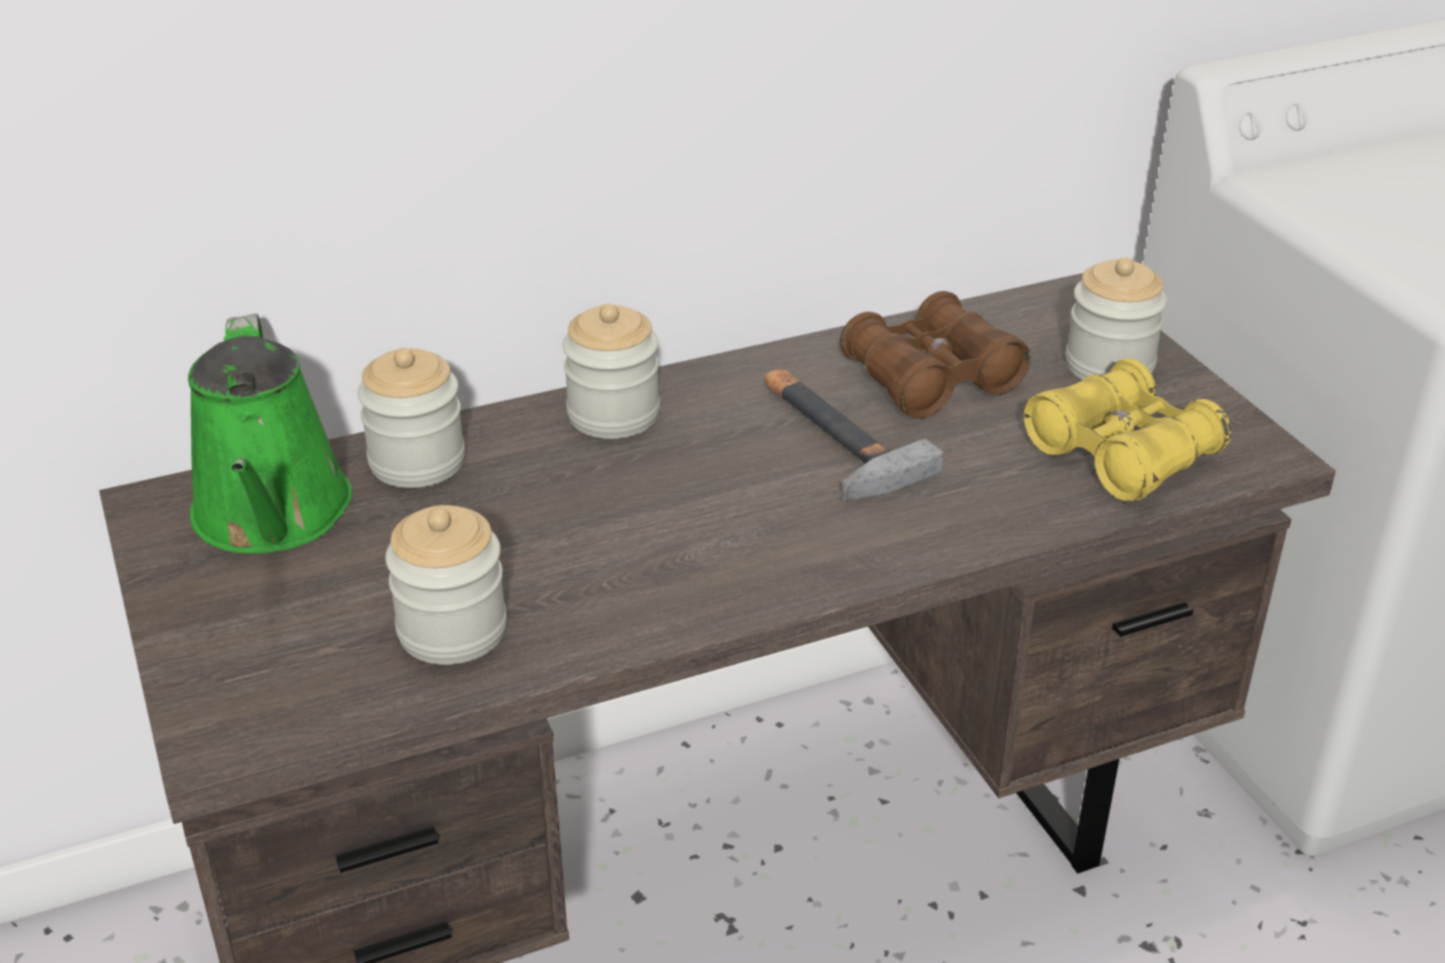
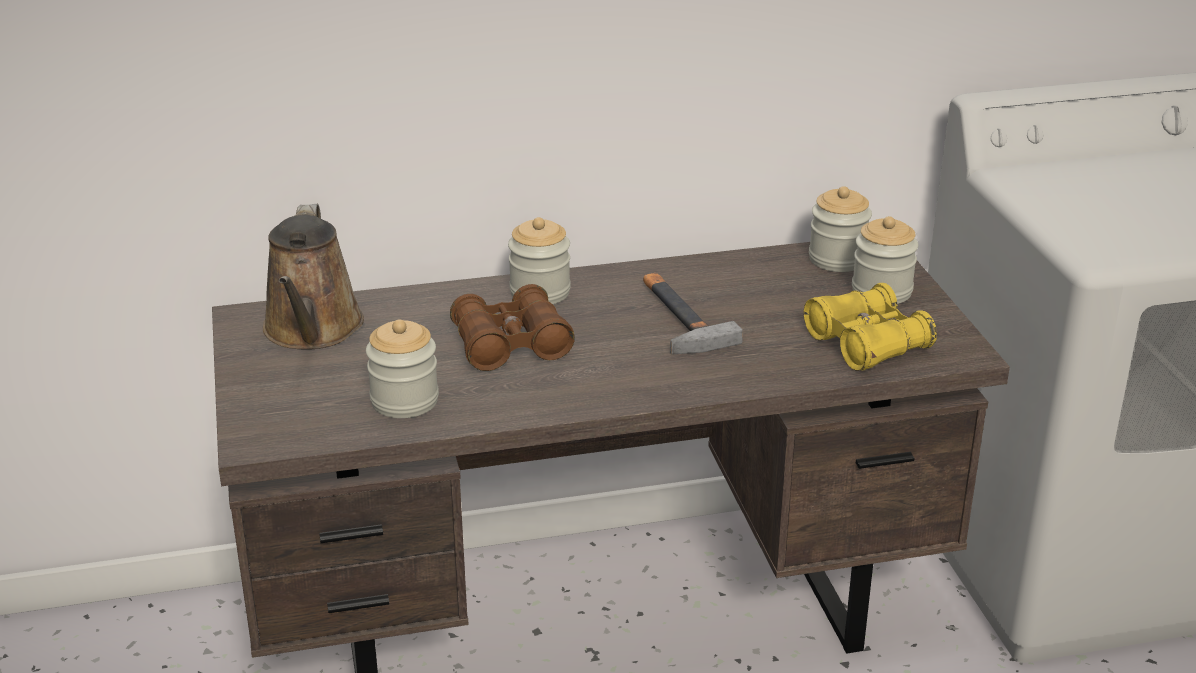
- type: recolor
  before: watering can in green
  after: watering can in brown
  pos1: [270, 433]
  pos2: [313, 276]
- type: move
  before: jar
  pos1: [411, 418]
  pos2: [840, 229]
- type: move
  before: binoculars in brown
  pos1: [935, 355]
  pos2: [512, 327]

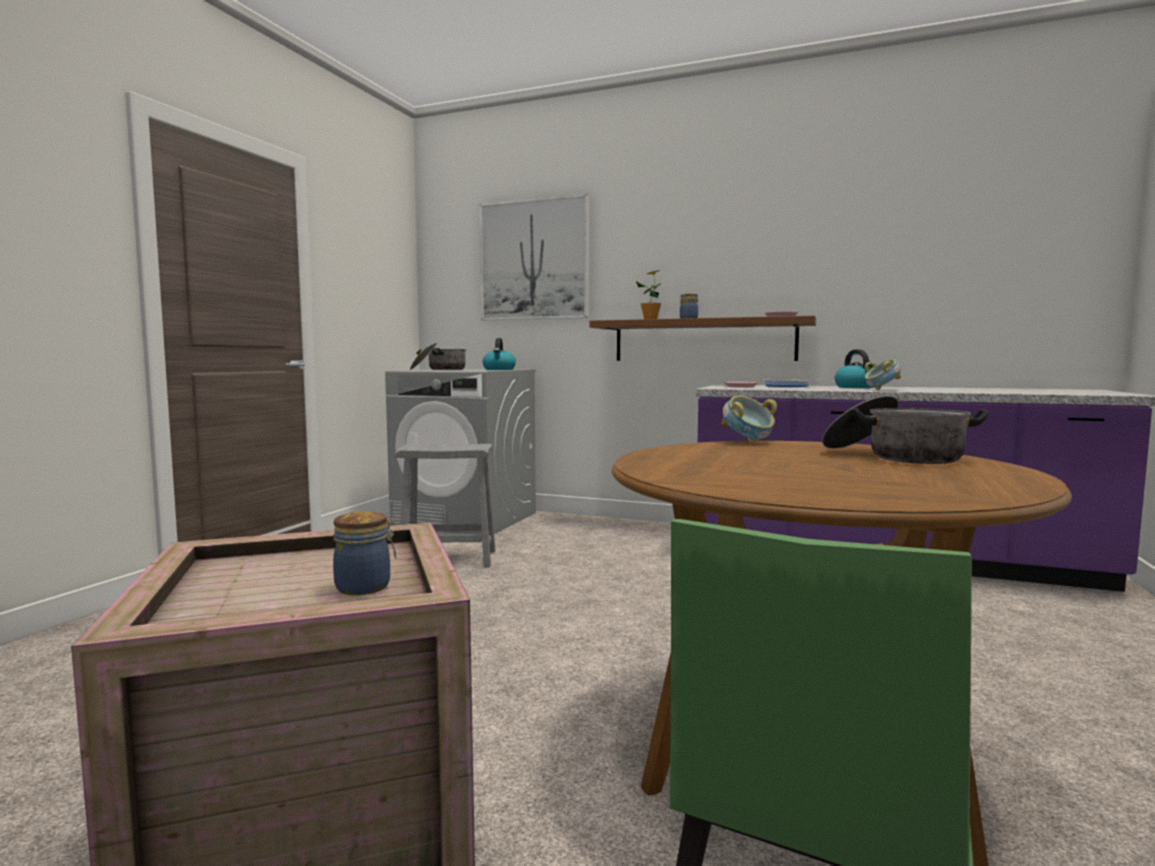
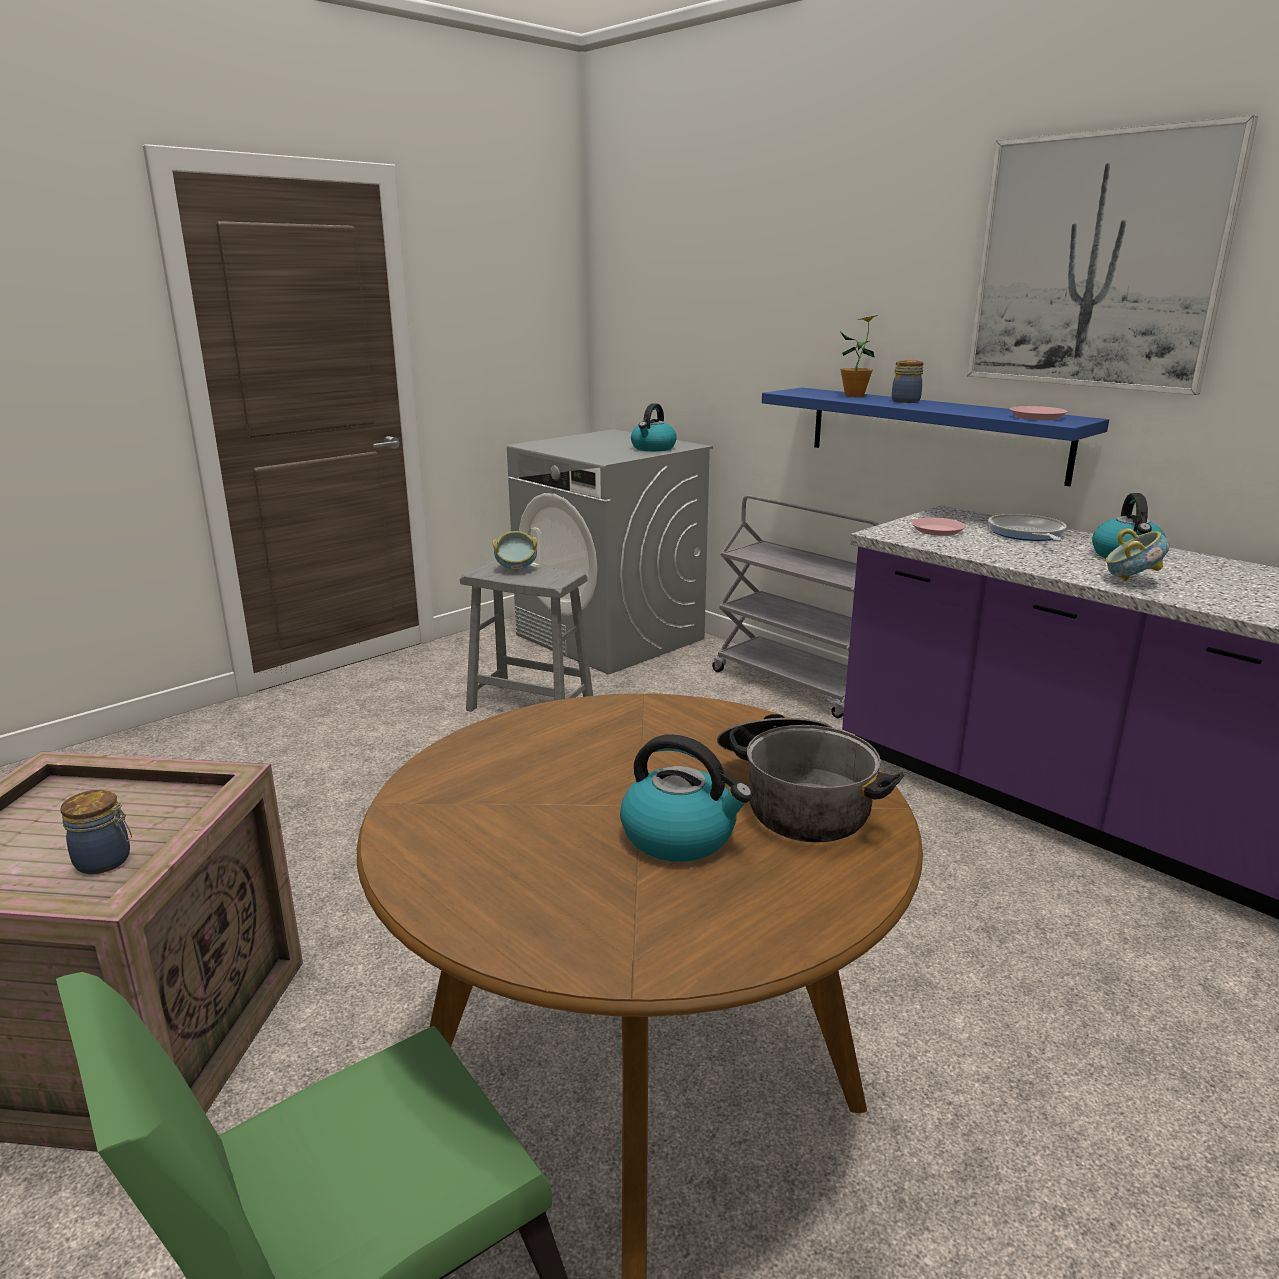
- type: delete
  before: cooking pot
  pos1: [438, 356]
- type: move
  before: picture
  pos1: [534, 257]
  pos2: [1112, 255]
- type: recolor
  before: shelf in brown
  after: shelf in blue
  pos1: [703, 338]
  pos2: [935, 437]
- type: move
  before: bowl
  pos1: [749, 419]
  pos2: [515, 551]
- type: insert
  after: kettle
  pos2: [686, 798]
- type: insert
  after: cart in grey
  pos2: [795, 606]

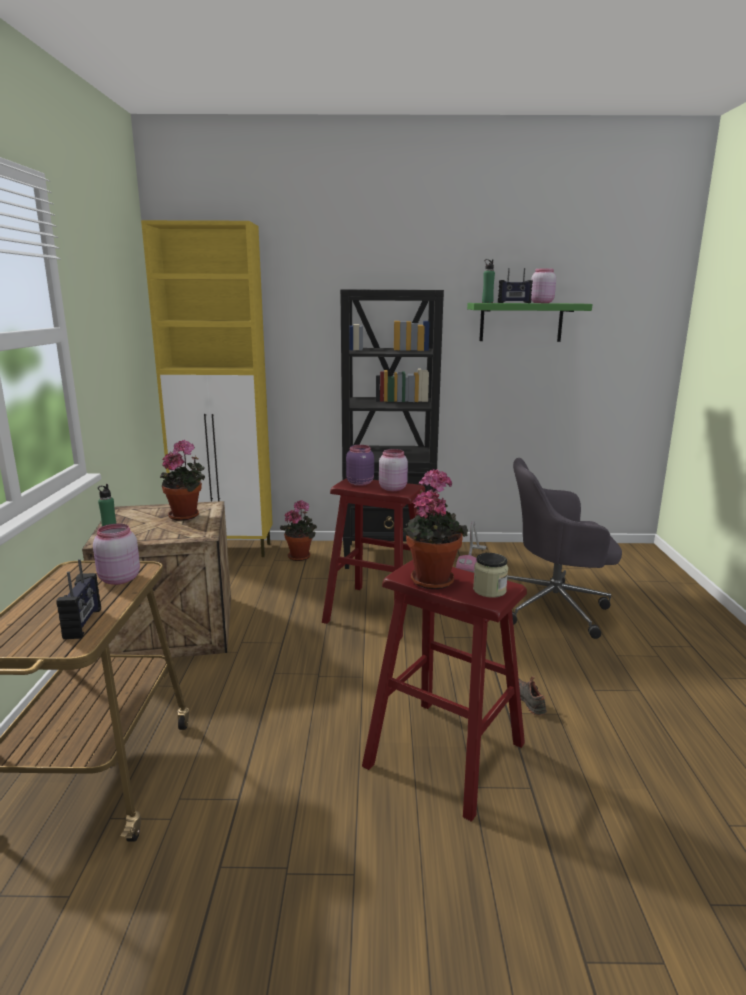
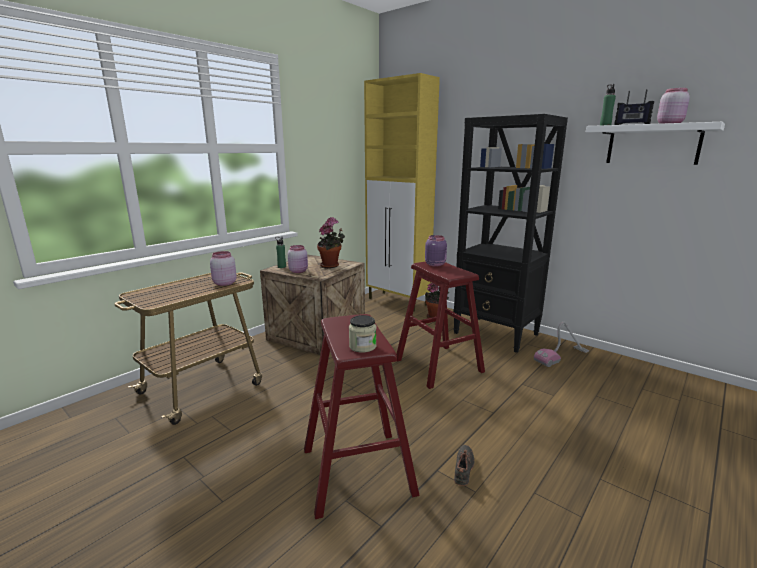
- type: delete
  before: radio
  pos1: [79, 599]
- type: move
  before: jar in pink
  pos1: [393, 470]
  pos2: [298, 259]
- type: delete
  before: potted plant
  pos1: [435, 528]
- type: recolor
  before: shelf in green
  after: shelf in white
  pos1: [529, 322]
  pos2: [655, 143]
- type: delete
  before: office chair in grey
  pos1: [564, 548]

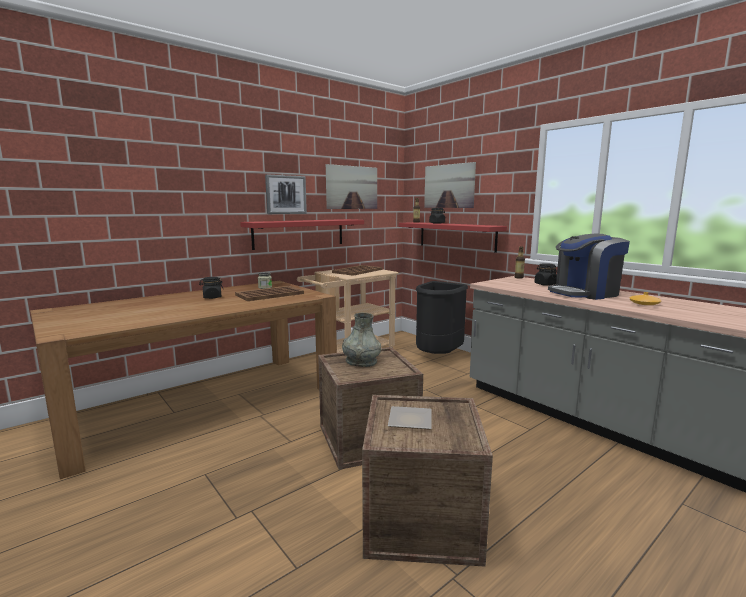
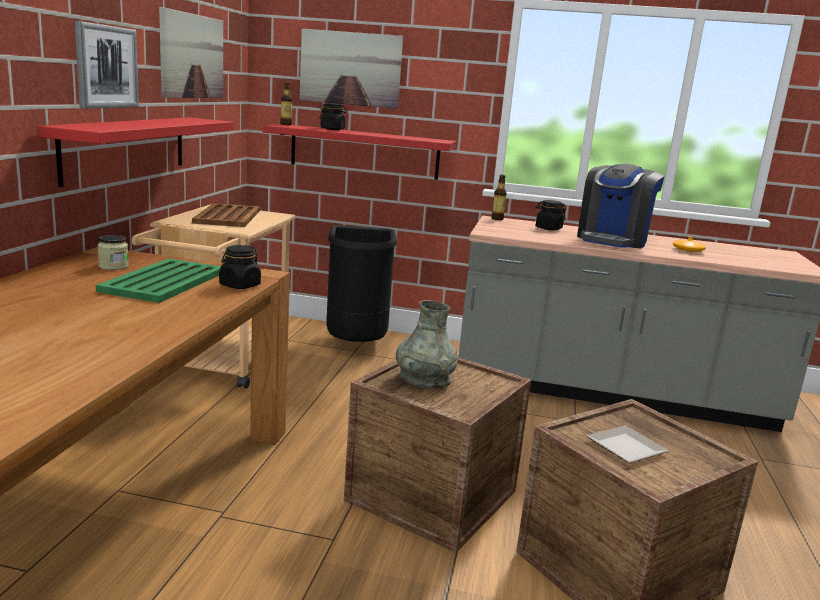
- type: move
  before: jar in black
  pos1: [211, 288]
  pos2: [240, 267]
- type: recolor
  before: tray in brown
  after: tray in green
  pos1: [269, 293]
  pos2: [158, 280]

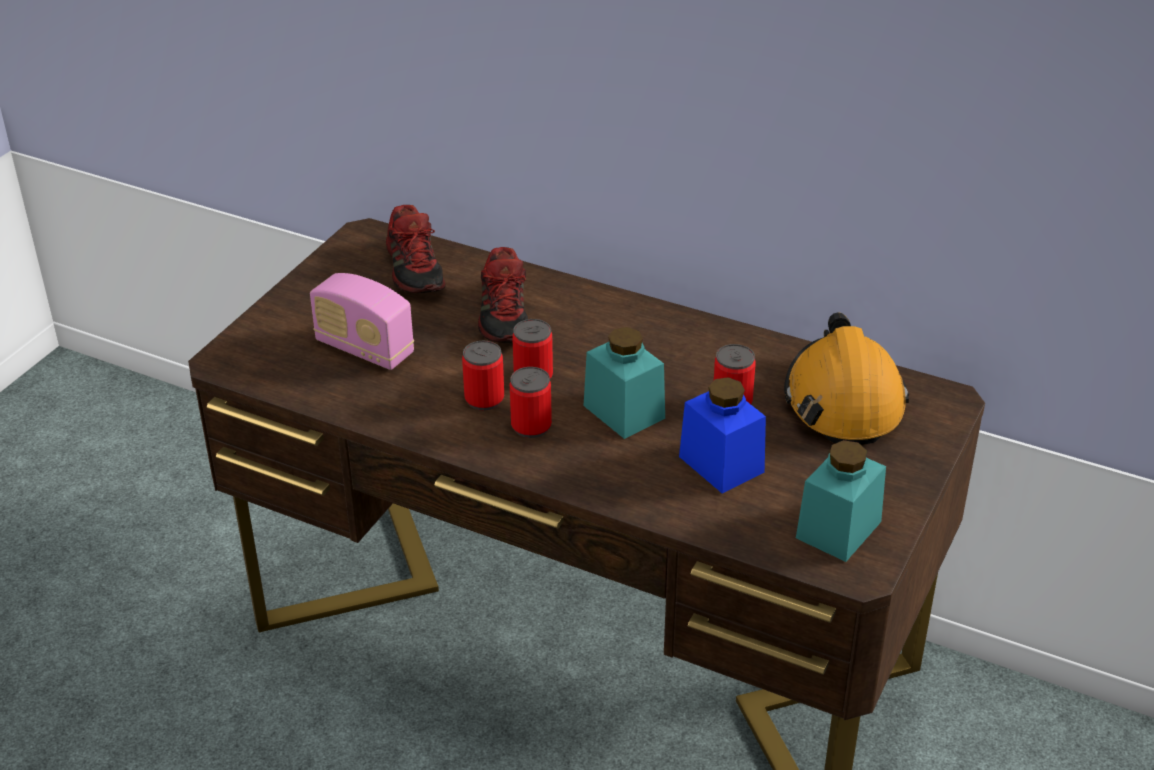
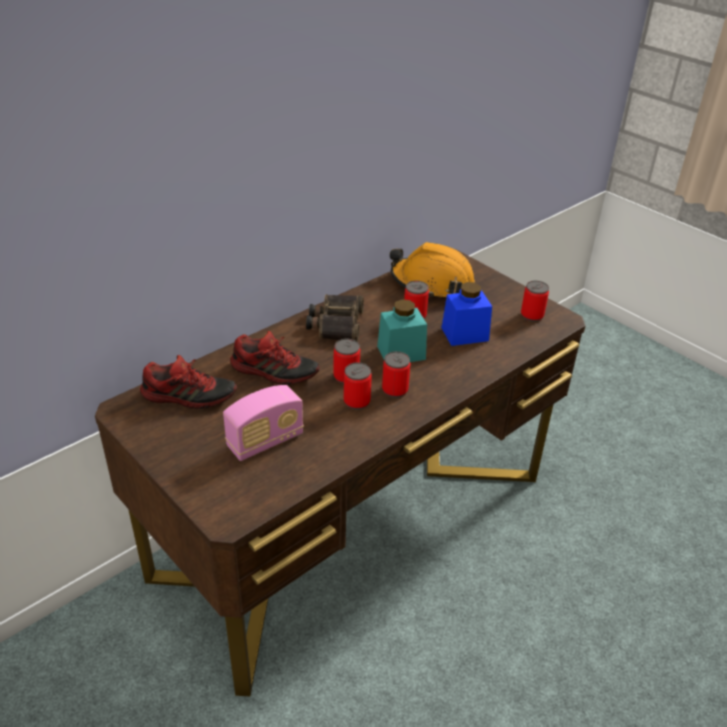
- type: replace
  before: jar in turquoise
  after: can
  pos1: [841, 501]
  pos2: [535, 301]
- type: insert
  after: binoculars
  pos2: [335, 318]

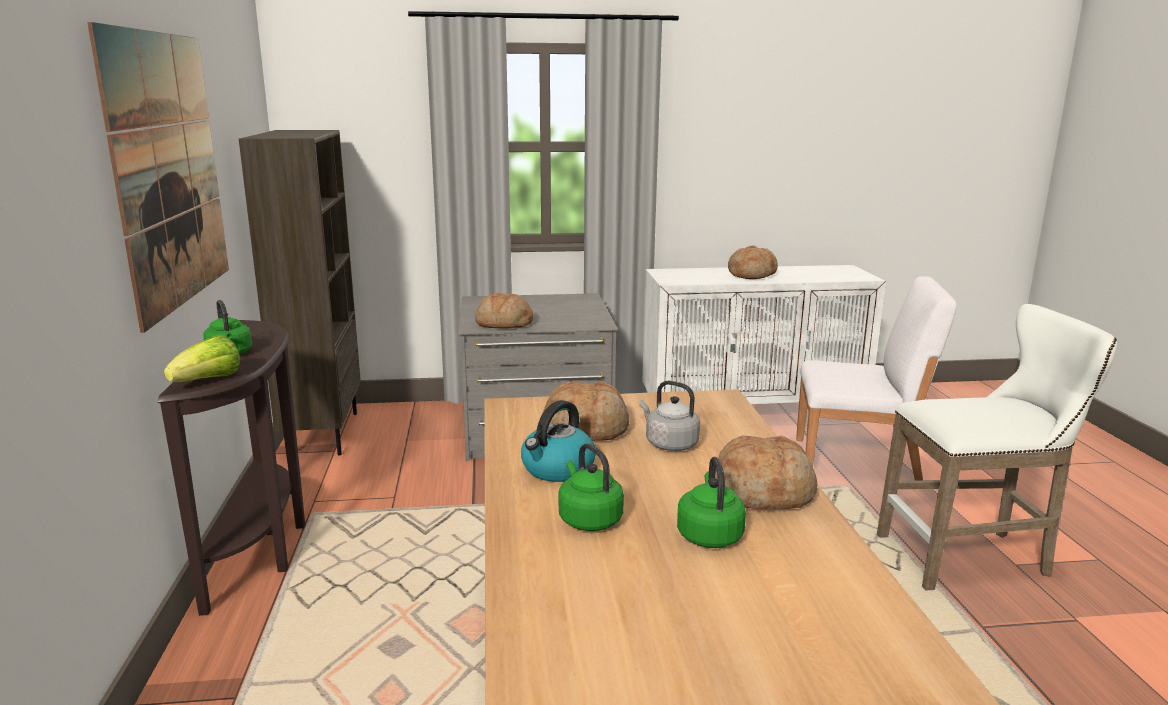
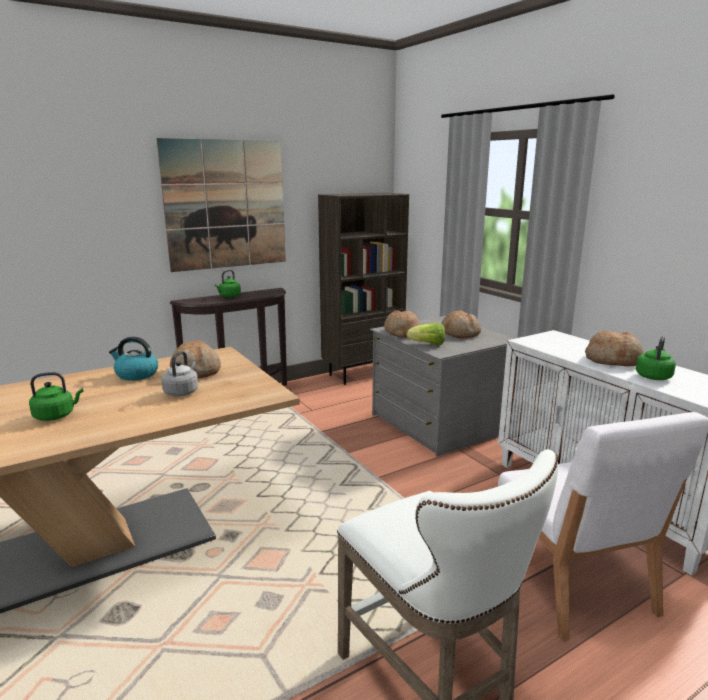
- type: move
  before: lettuce
  pos1: [202, 358]
  pos2: [425, 334]
- type: move
  before: kettle in green
  pos1: [591, 487]
  pos2: [656, 358]
- type: move
  before: bread
  pos1: [766, 472]
  pos2: [461, 324]

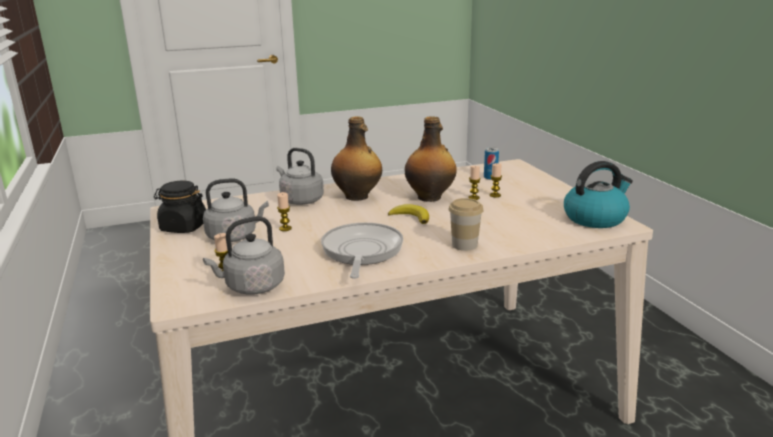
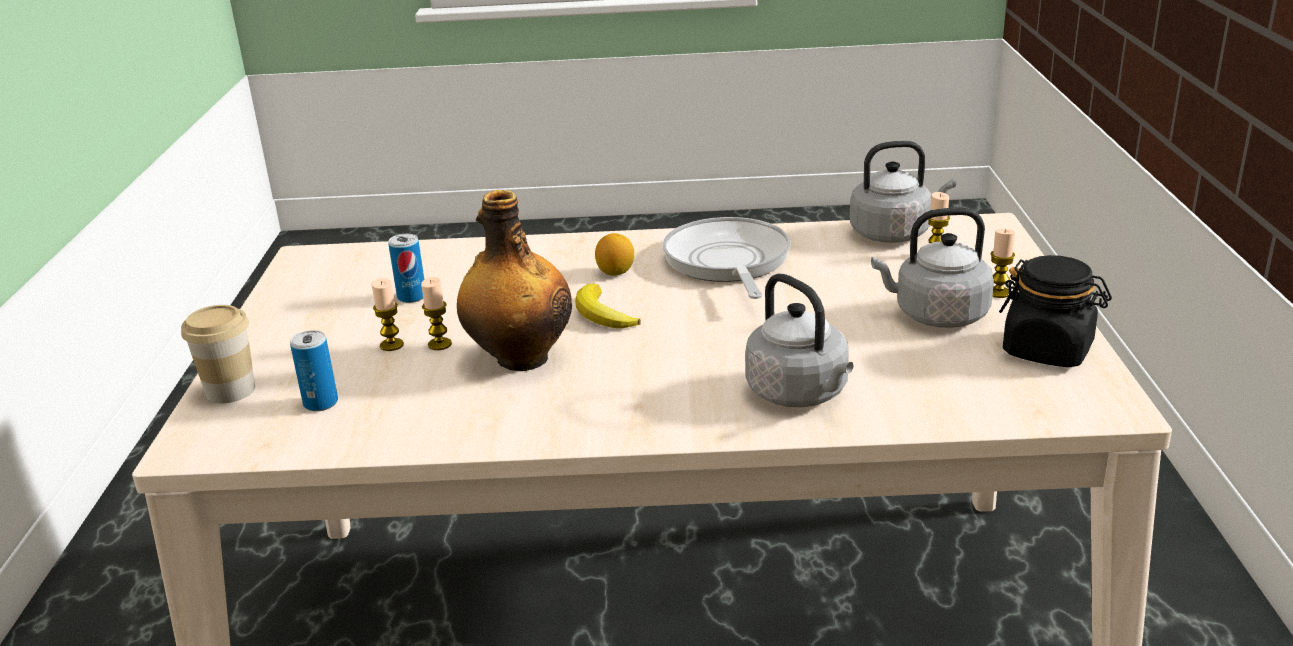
- type: move
  before: candle
  pos1: [284, 211]
  pos2: [1003, 263]
- type: rotate
  before: frying pan
  pos1: [362, 251]
  pos2: [727, 258]
  turn: 150
- type: delete
  before: bottle
  pos1: [356, 158]
- type: move
  before: cup
  pos1: [466, 224]
  pos2: [218, 354]
- type: delete
  before: kettle
  pos1: [598, 194]
- type: insert
  after: can
  pos2: [406, 268]
- type: insert
  after: lemon
  pos2: [614, 254]

